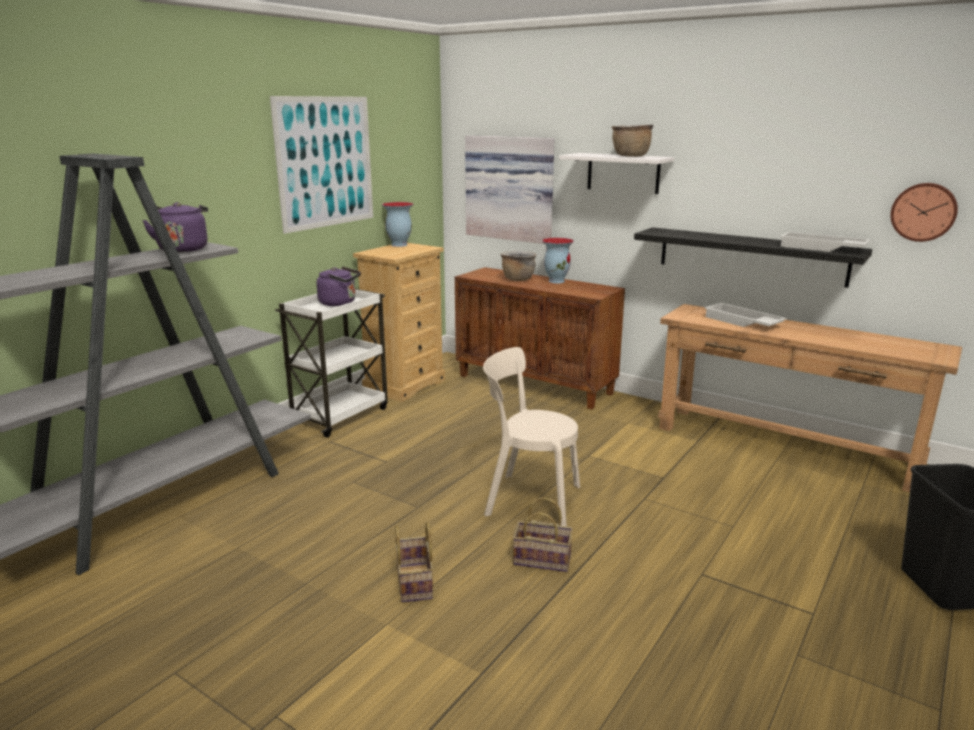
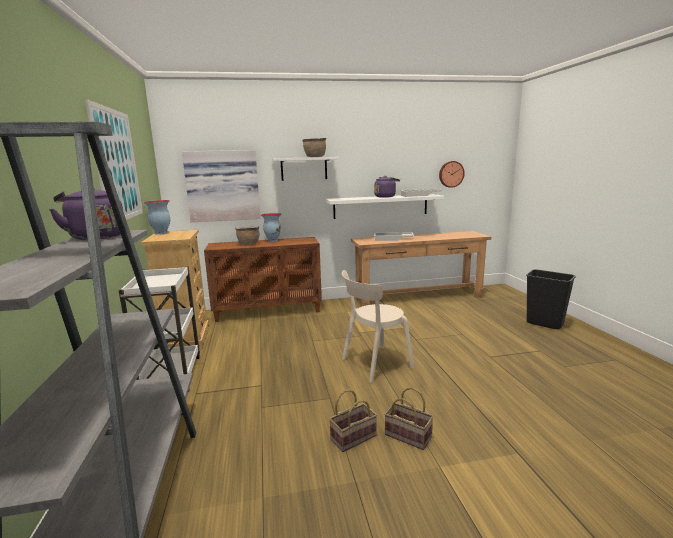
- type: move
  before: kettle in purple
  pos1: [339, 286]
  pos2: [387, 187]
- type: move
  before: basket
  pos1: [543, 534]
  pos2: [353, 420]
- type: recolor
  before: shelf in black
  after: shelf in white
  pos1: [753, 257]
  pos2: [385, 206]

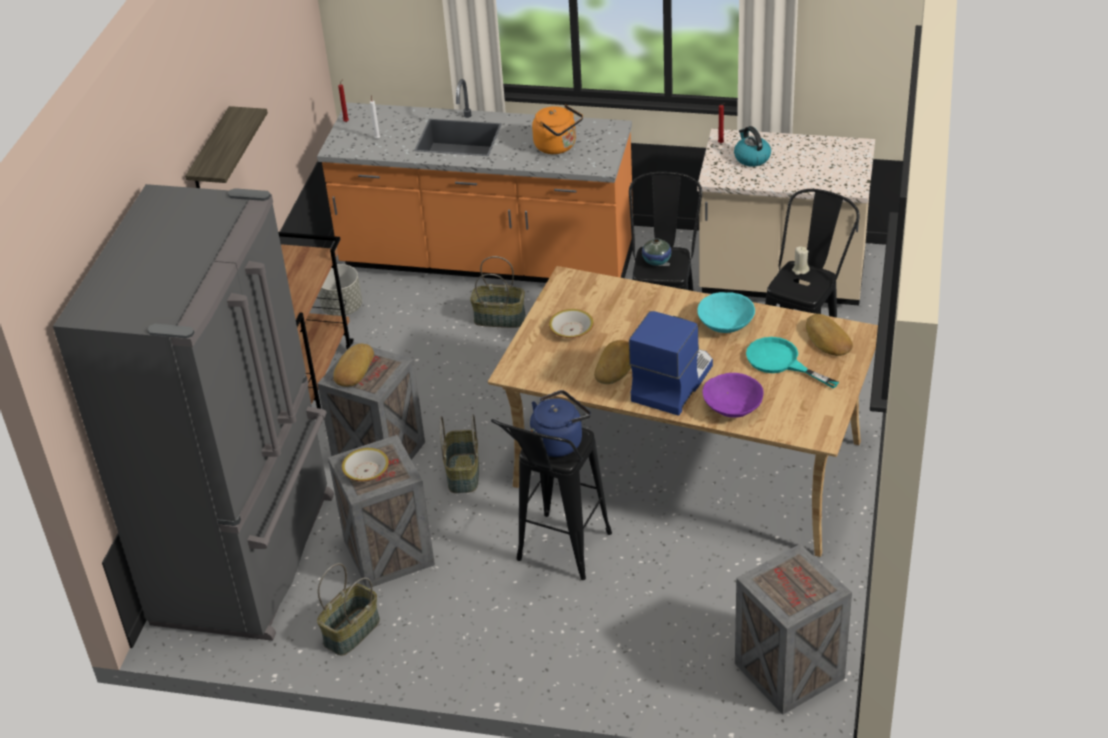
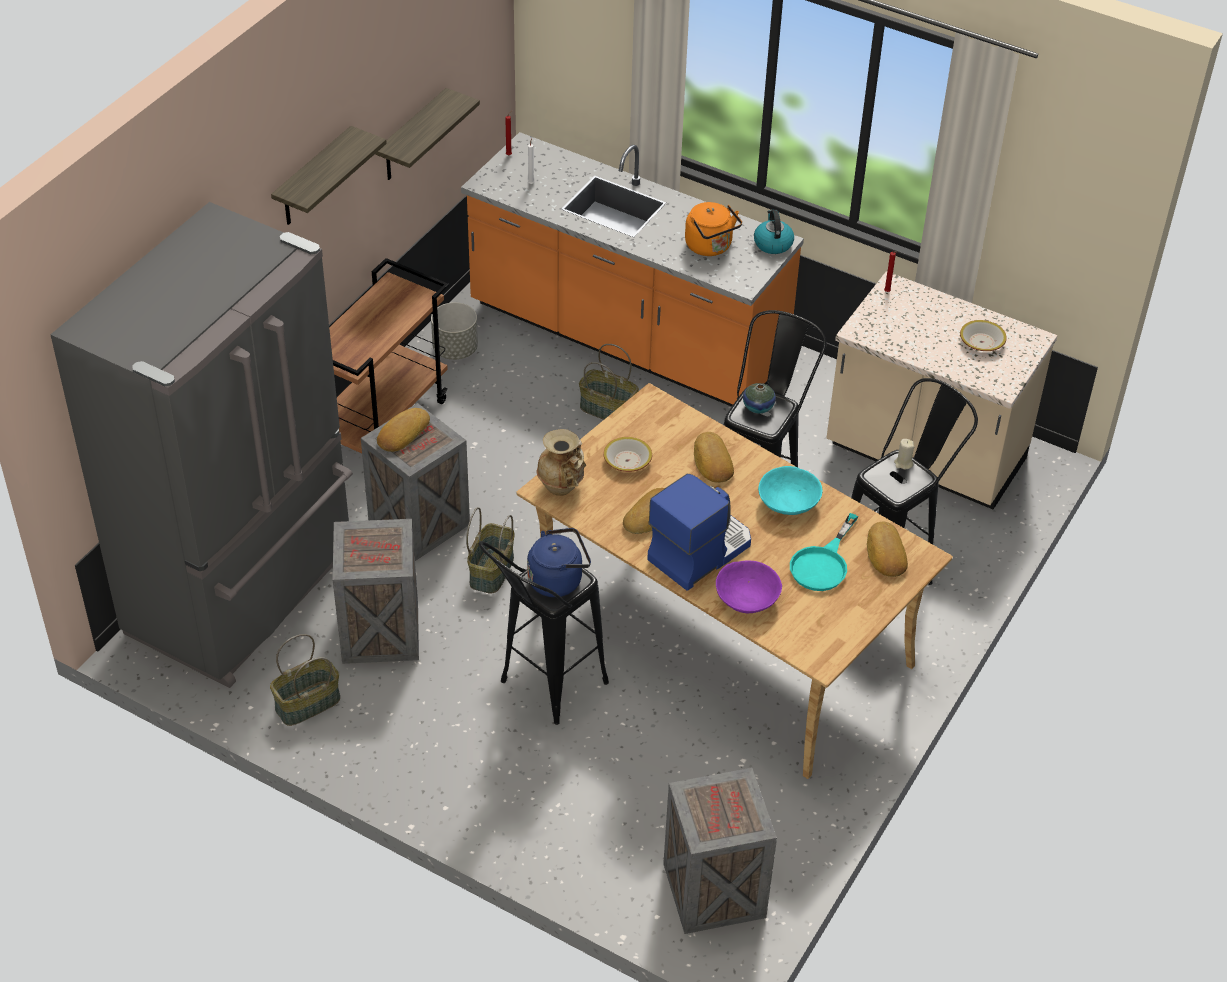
- type: move
  before: bowl
  pos1: [365, 464]
  pos2: [983, 335]
- type: move
  before: kettle
  pos1: [752, 146]
  pos2: [774, 232]
- type: rotate
  before: frying pan in turquoise
  pos1: [792, 362]
  pos2: [824, 552]
  turn: -120
- type: insert
  after: shelf
  pos2: [427, 134]
- type: insert
  after: vase in beige
  pos2: [561, 462]
- type: insert
  after: bread
  pos2: [714, 457]

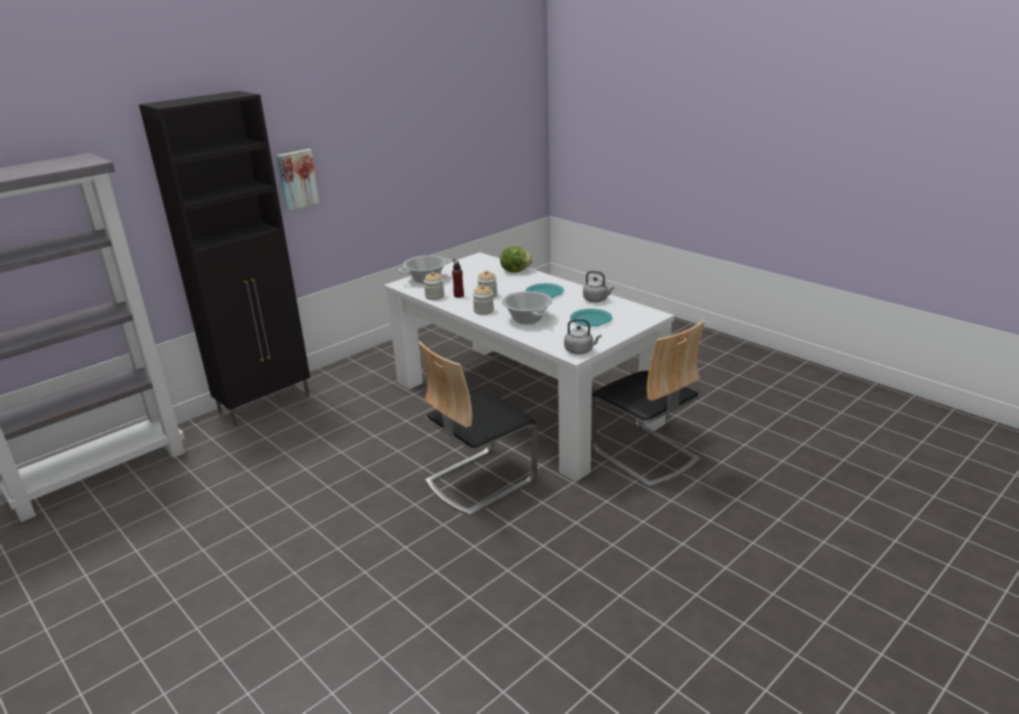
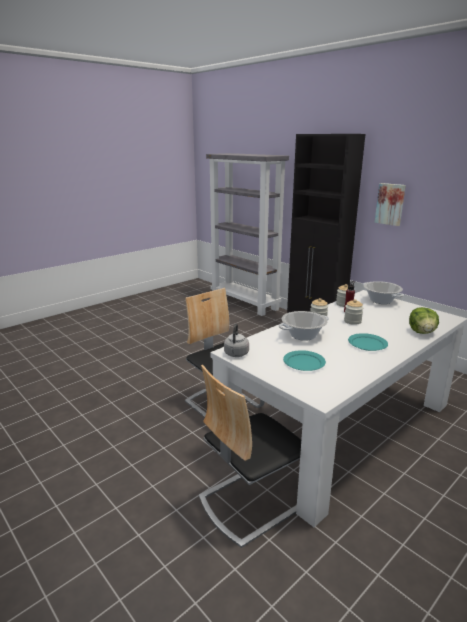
- type: delete
  before: kettle in grey
  pos1: [598, 286]

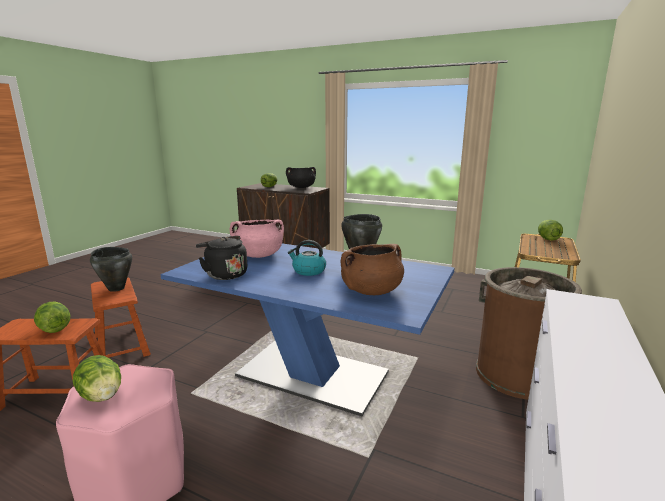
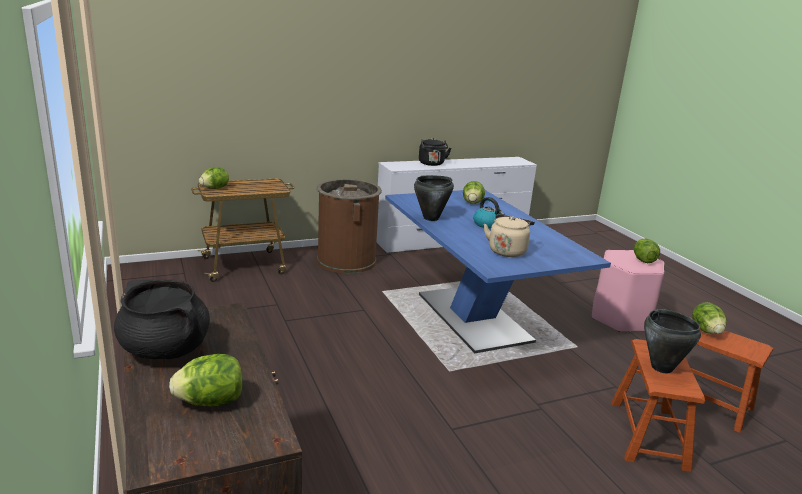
- type: move
  before: kettle in black
  pos1: [221, 258]
  pos2: [435, 152]
- type: replace
  before: cooking pot in pink
  after: kettle in beige
  pos1: [257, 239]
  pos2: [509, 235]
- type: replace
  before: cooking pot in brown
  after: lettuce
  pos1: [372, 269]
  pos2: [474, 192]

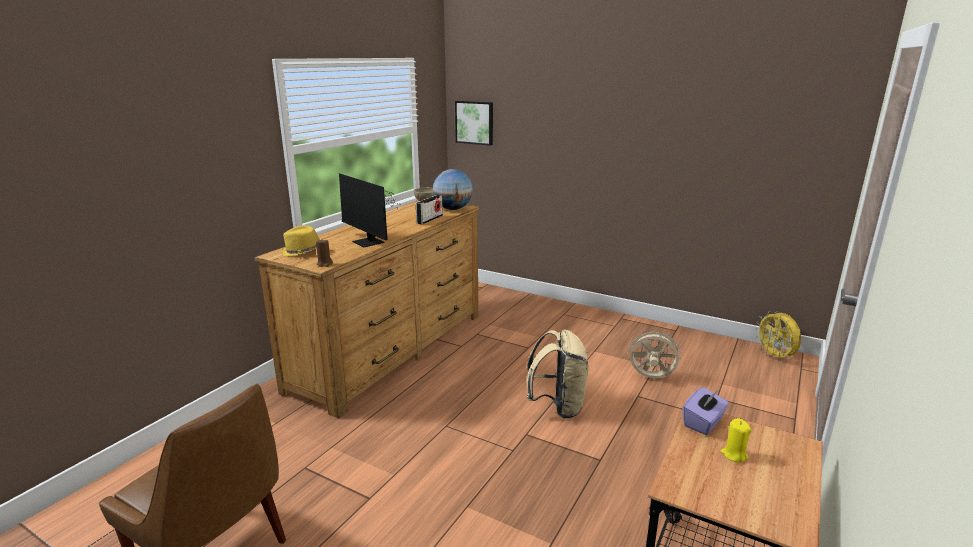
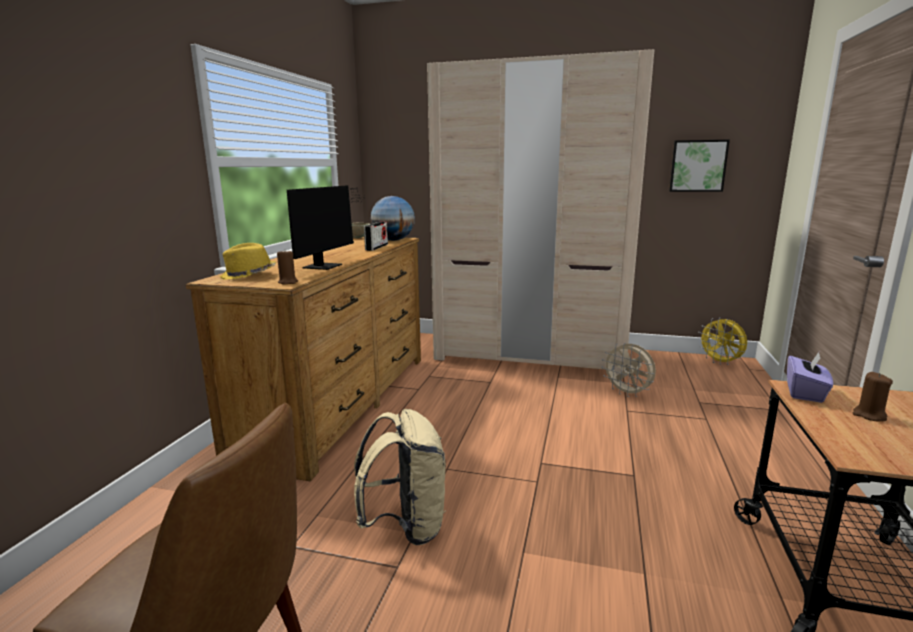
- type: rotate
  before: monitor
  pos1: [369, 210]
  pos2: [324, 227]
  turn: -105
- type: move
  before: picture
  pos1: [474, 123]
  pos2: [699, 165]
- type: move
  before: backpack in beige
  pos1: [557, 374]
  pos2: [400, 477]
- type: rotate
  before: fan in beige
  pos1: [655, 353]
  pos2: [628, 370]
  turn: -135
- type: recolor
  before: candle in yellow
  after: candle in brown
  pos1: [736, 441]
  pos2: [872, 397]
- type: insert
  after: wardrobe in beige
  pos2: [540, 212]

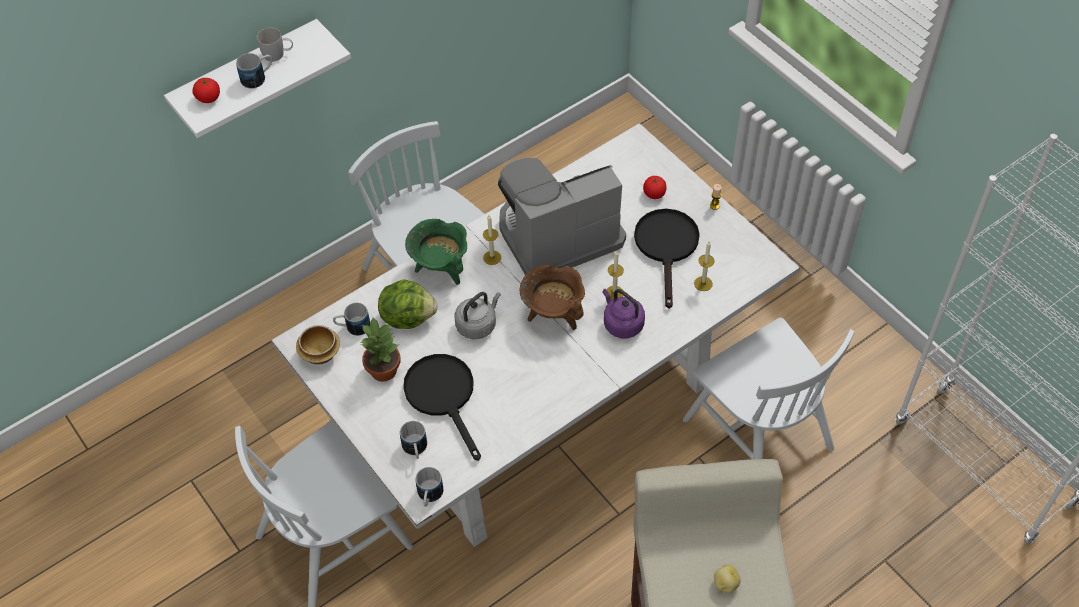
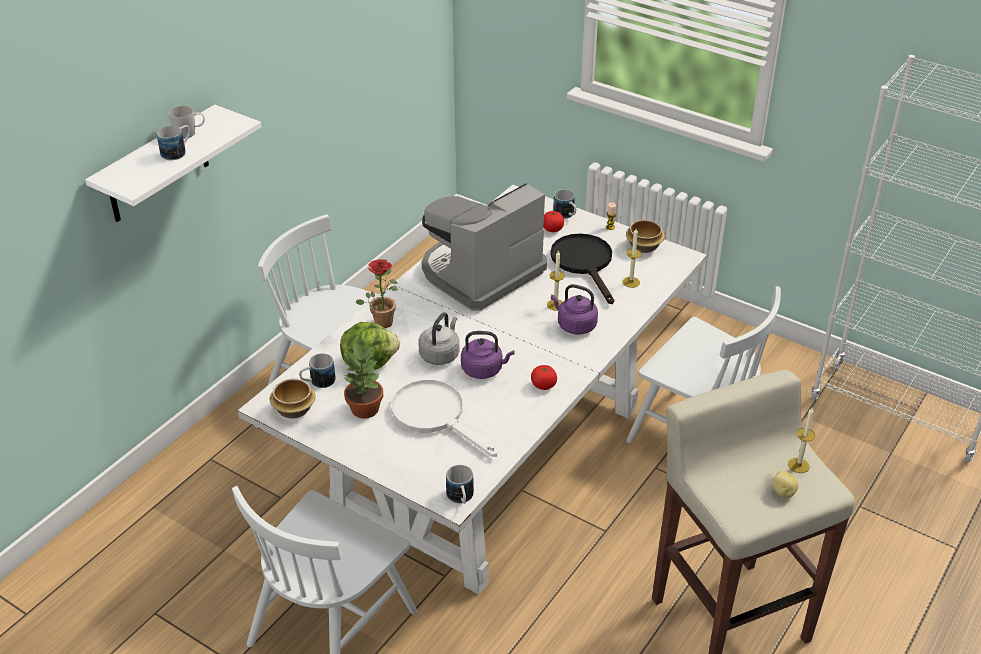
- type: move
  before: tomato
  pos1: [206, 90]
  pos2: [544, 377]
- type: move
  before: mug
  pos1: [413, 440]
  pos2: [564, 204]
- type: recolor
  before: frying pan in black
  after: frying pan in white
  pos1: [442, 407]
  pos2: [444, 418]
- type: replace
  before: cooking pot in green
  after: potted plant
  pos1: [436, 252]
  pos2: [377, 293]
- type: move
  before: candle
  pos1: [492, 240]
  pos2: [801, 440]
- type: delete
  before: cooking pot in brown
  pos1: [552, 297]
- type: insert
  after: kettle in purple
  pos2: [487, 355]
- type: insert
  after: bowl
  pos2: [645, 236]

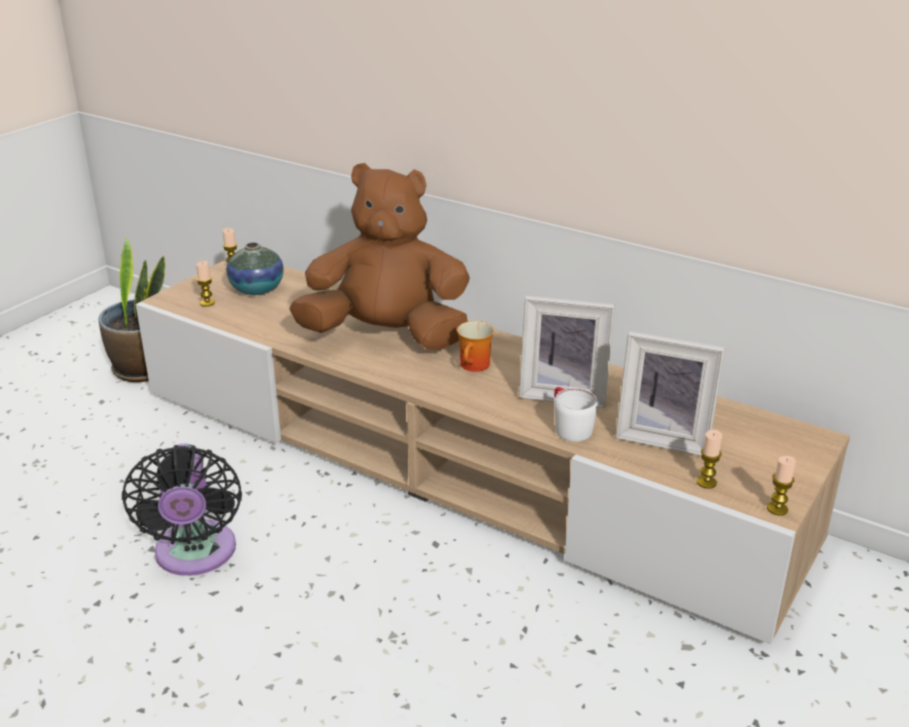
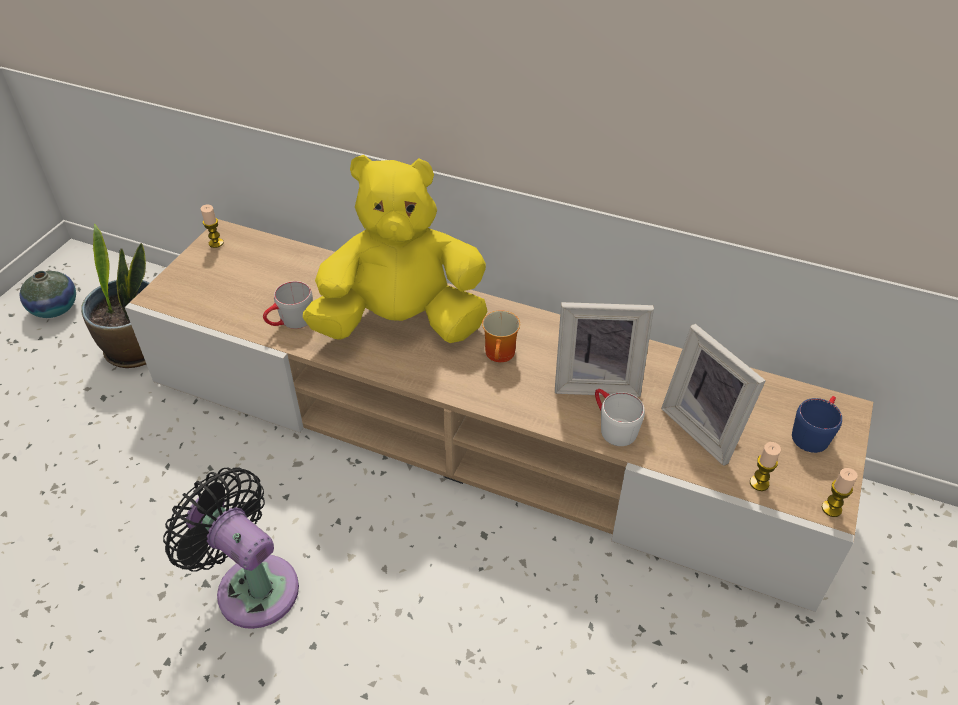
- type: rotate
  before: fan in black
  pos1: [182, 510]
  pos2: [231, 548]
  turn: 150
- type: delete
  before: candle
  pos1: [205, 284]
- type: move
  before: vase
  pos1: [255, 268]
  pos2: [48, 294]
- type: recolor
  before: plush toy in brown
  after: plush toy in yellow
  pos1: [379, 256]
  pos2: [395, 249]
- type: rotate
  before: picture frame
  pos1: [670, 393]
  pos2: [713, 395]
  turn: 45
- type: insert
  after: mug in grey
  pos2: [288, 305]
- type: insert
  after: mug in blue
  pos2: [817, 424]

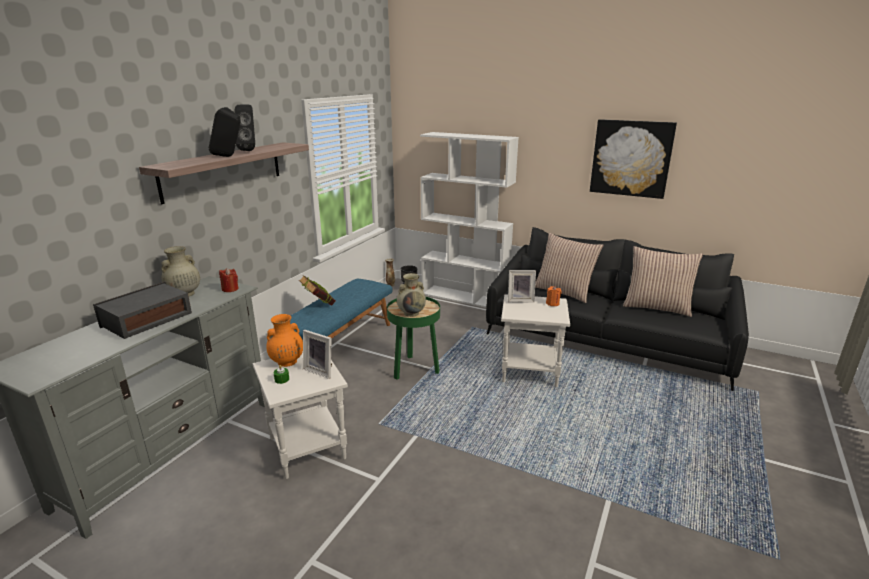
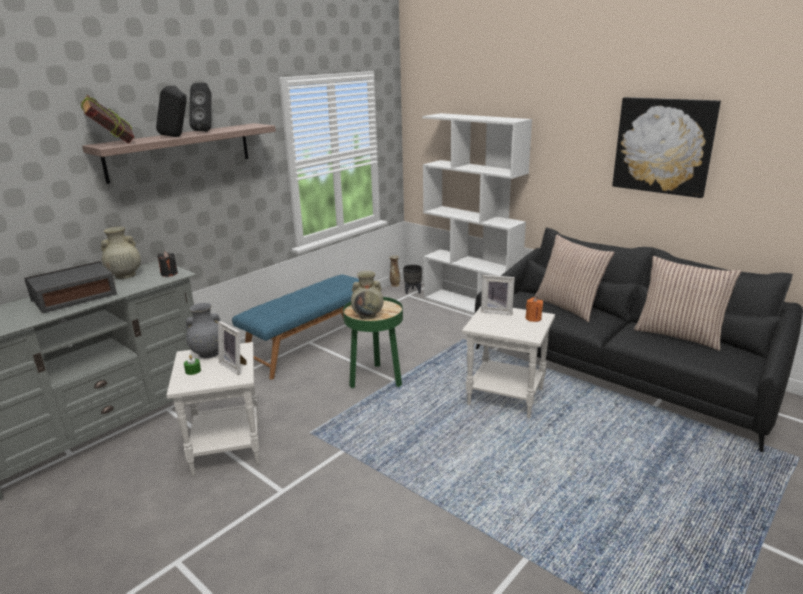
- type: recolor
  before: candle in red
  after: candle in black
  pos1: [229, 280]
  pos2: [167, 264]
- type: recolor
  before: vase in orange
  after: vase in grey
  pos1: [284, 340]
  pos2: [203, 330]
- type: move
  before: book
  pos1: [317, 290]
  pos2: [107, 119]

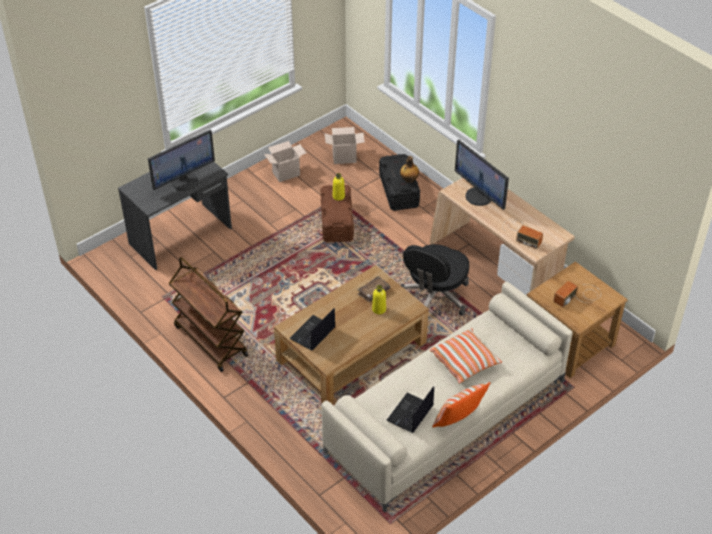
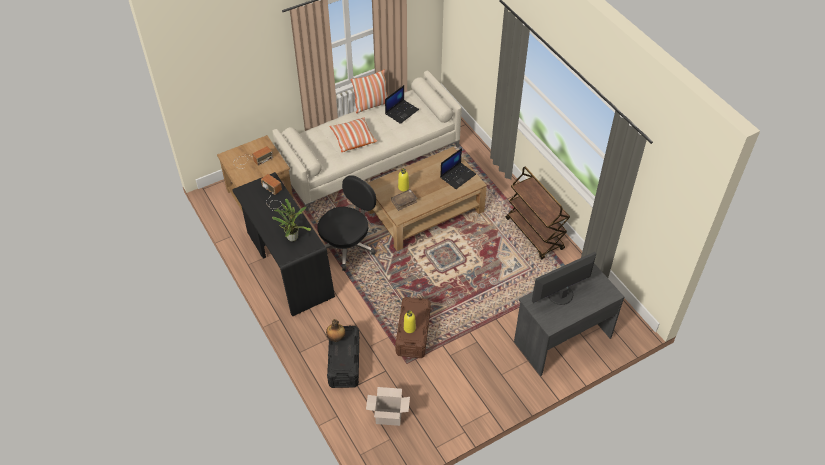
- type: delete
  before: cardboard box
  pos1: [285, 161]
- type: recolor
  before: desk in beige
  after: desk in black
  pos1: [502, 236]
  pos2: [283, 244]
- type: replace
  before: monitor
  after: potted plant
  pos1: [482, 175]
  pos2: [291, 219]

